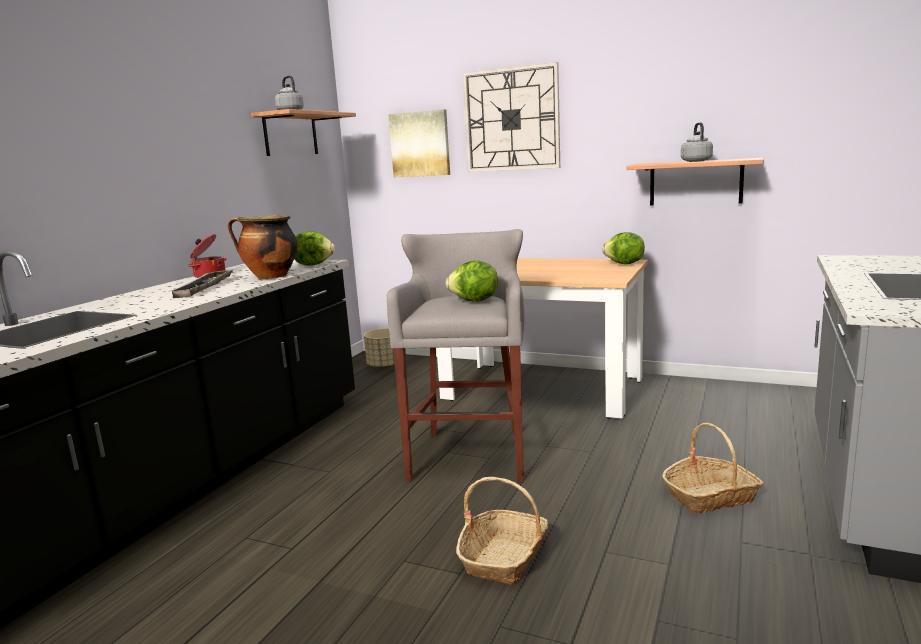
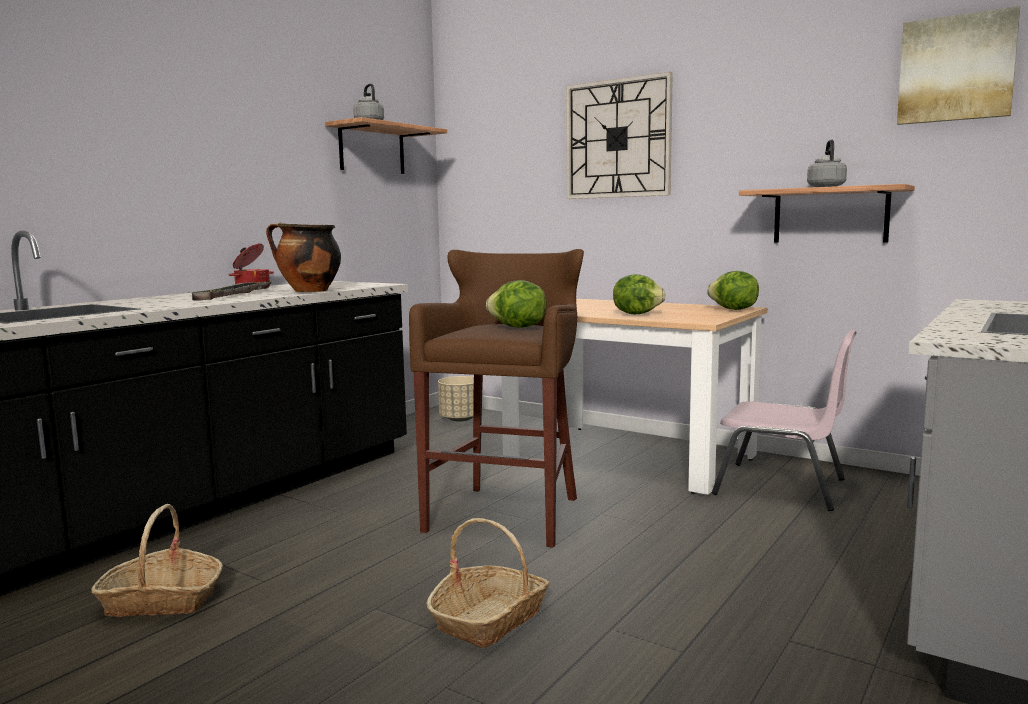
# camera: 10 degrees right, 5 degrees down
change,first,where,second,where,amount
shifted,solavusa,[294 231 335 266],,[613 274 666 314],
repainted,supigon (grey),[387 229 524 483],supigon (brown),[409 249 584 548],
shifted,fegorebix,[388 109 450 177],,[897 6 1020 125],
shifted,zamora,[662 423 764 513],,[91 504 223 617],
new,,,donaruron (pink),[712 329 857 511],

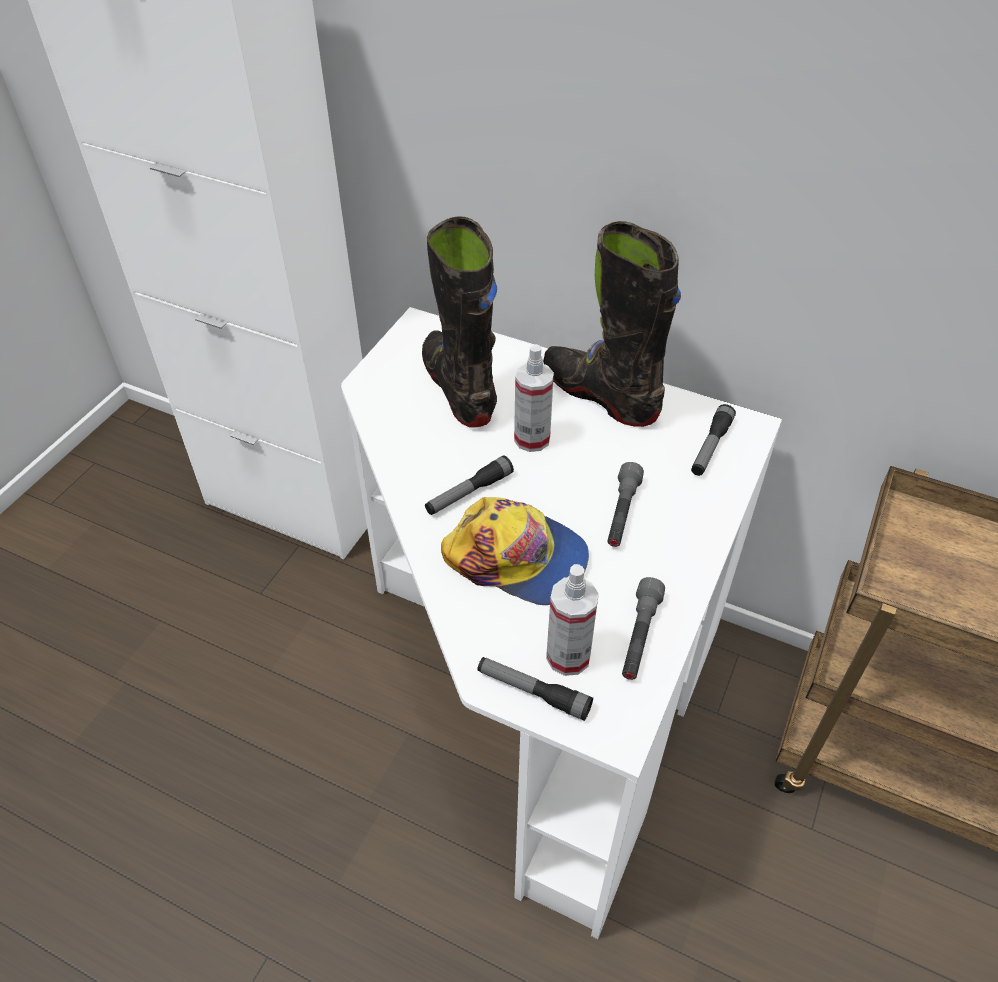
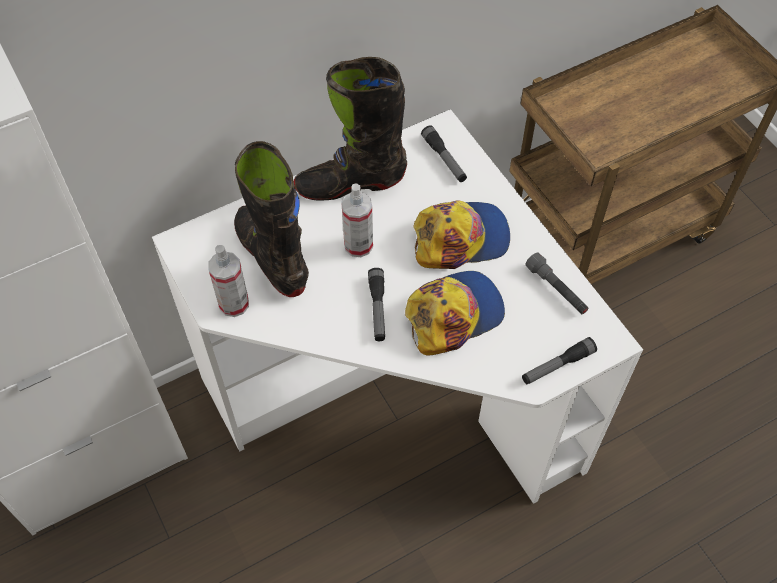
# camera: 55 degrees left, 10 degrees up
change,first,where,second,where,amount
rotated,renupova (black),[422 216 497 427],,[234 141 309 297],45 degrees clockwise
shifted,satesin,[546 564 599 676],,[208 245 249 317],
swapped,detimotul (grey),[607 462 644 547],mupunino,[413 201 510 269],

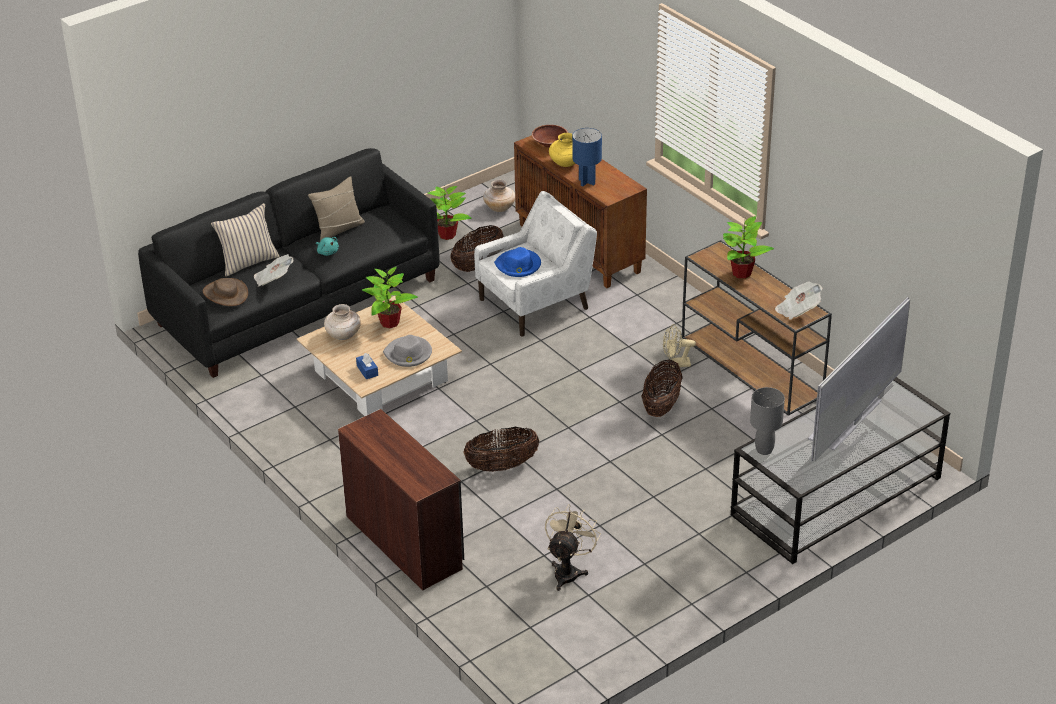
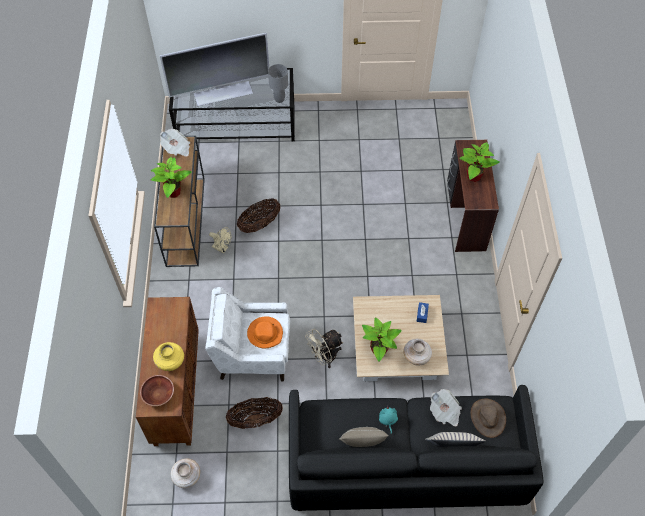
# camera: 145 degrees left, 20 degrees up
change,first,where,second,where,amount
gone,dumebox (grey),[383 335 432 367],,,
shifted,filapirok,[428 186 472 240],,[459 142 500 182],
gone,zamora,[463 427 540 472],,,
repainted,dumebox (blue),[494 247 541 277],dumebox (orange),[247 316 283 348],
shifted,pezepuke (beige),[545 504 601 591],,[305 329 343 368],
gone,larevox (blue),[572 128 602 186],,,

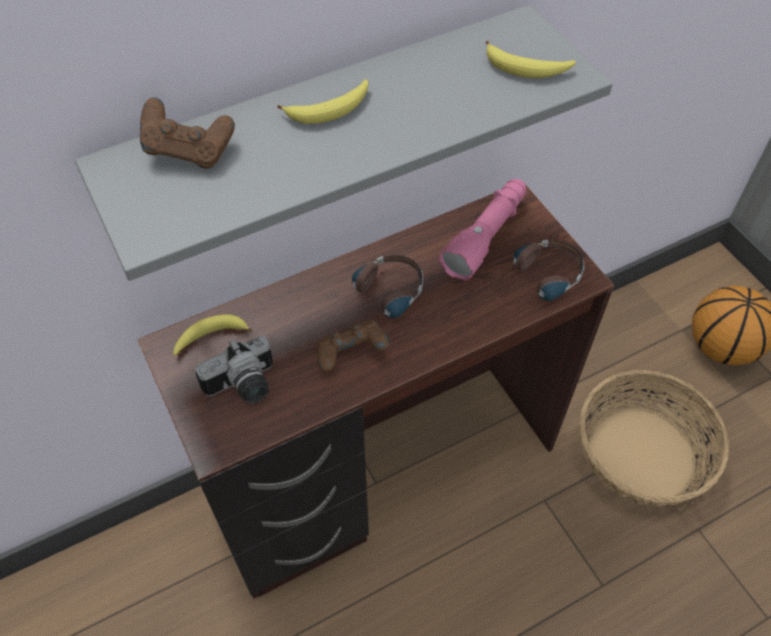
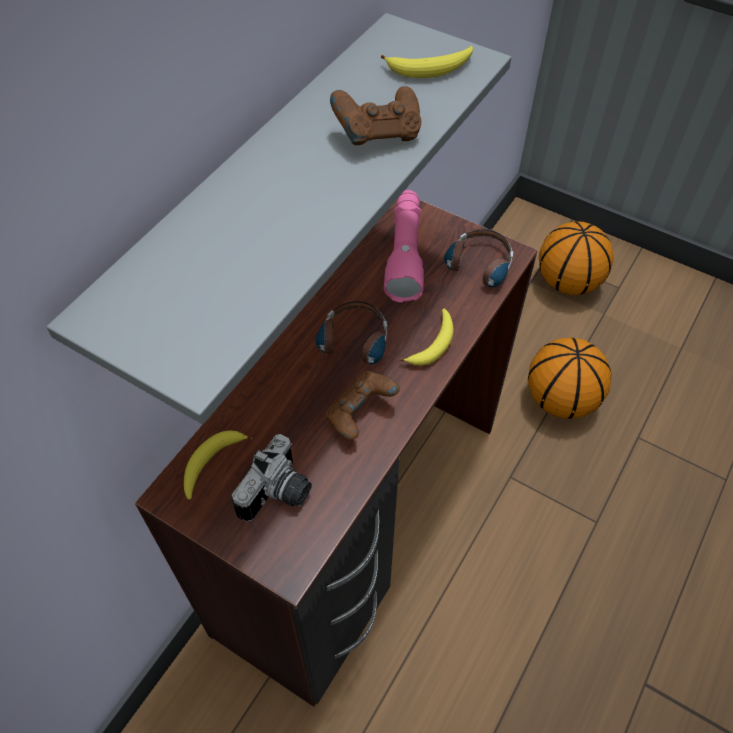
# camera: 30 degrees left, 0 degrees up
change,first,where,second,where,amount
shifted,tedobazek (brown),[140 97 235 168],,[330 86 421 145],
shifted,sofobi,[277 79 368 124],,[400 309 454 366],
swapped,zamora,[580 370 729 506],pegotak,[528 337 612 419],

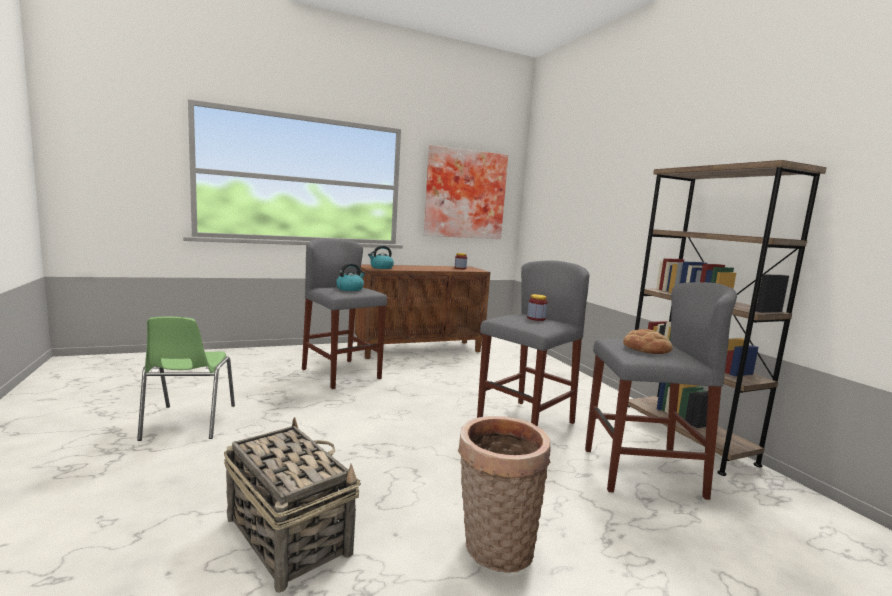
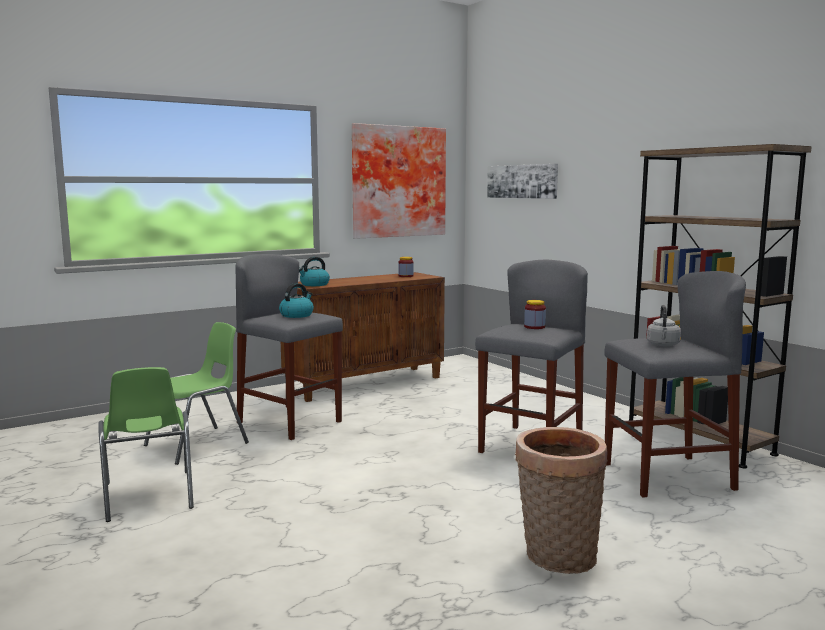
# camera: 10 degrees left, 0 degrees up
change,first,where,second,where,amount
gone,zamora,[224 417 361 593],,,
swapped,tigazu,[623 329 673 354],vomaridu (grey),[647 305 681 346],
new,,,donaruron (green),[144 322 249 465],
new,,,fegorebix,[487 164 558 199],

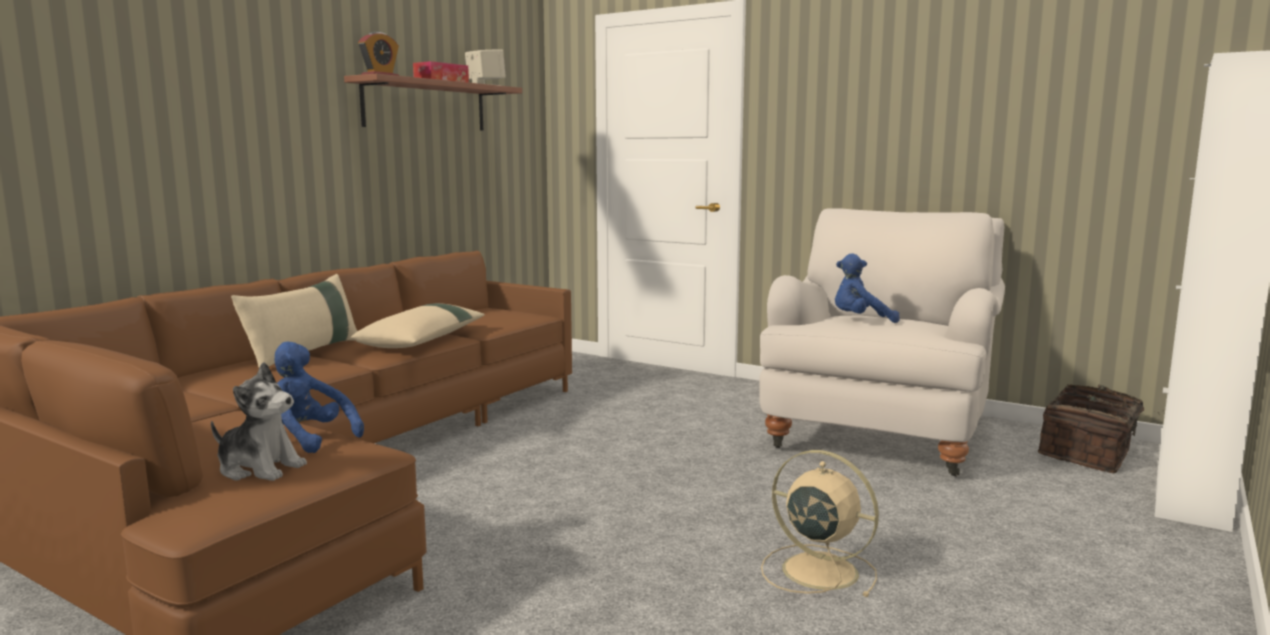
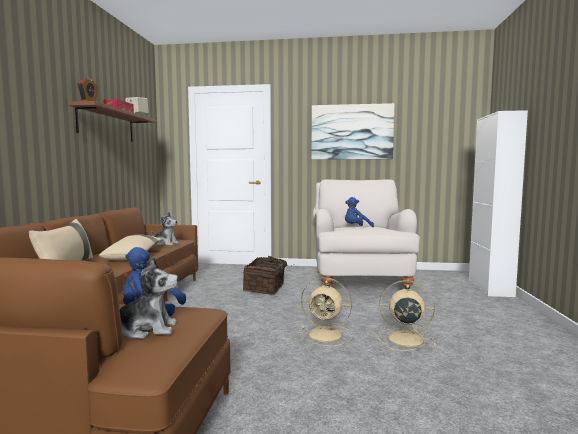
# camera: 25 degrees left, 5 degrees down
change,first,where,second,where,amount
shifted,zamora,[1038 384 1164 473],,[243 256 292 295],
new,,,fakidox,[151 212 180 246],
new,,,pezepuke (beige),[300 277 352 346],
new,,,fegorebix,[311 103 394 160],

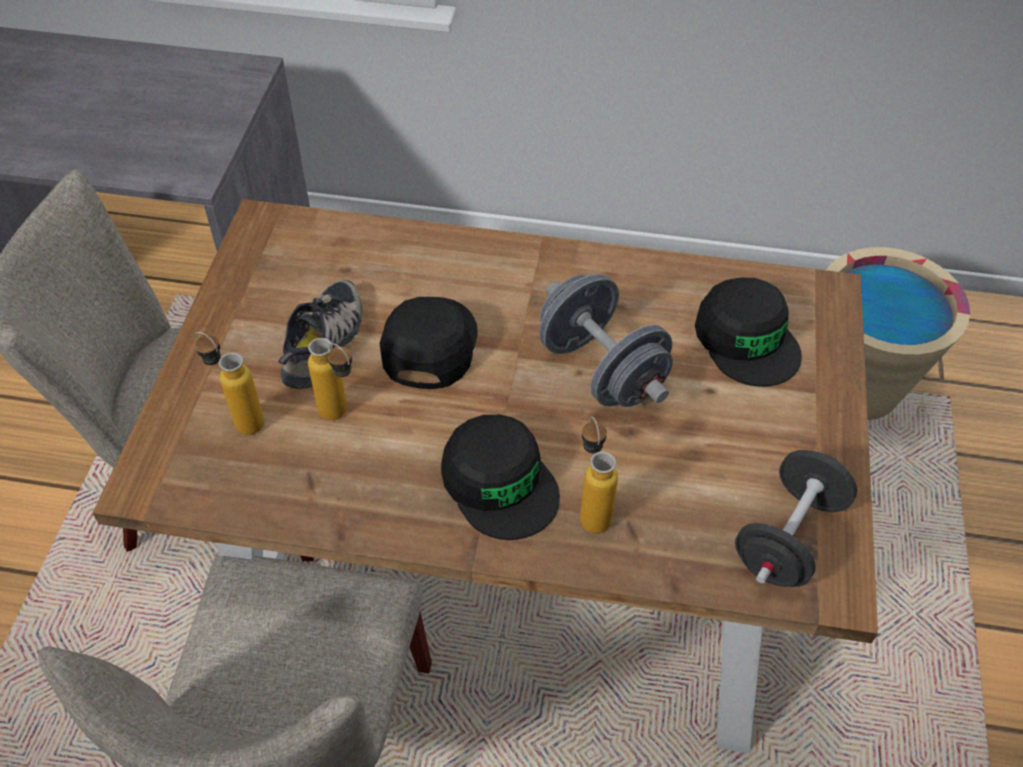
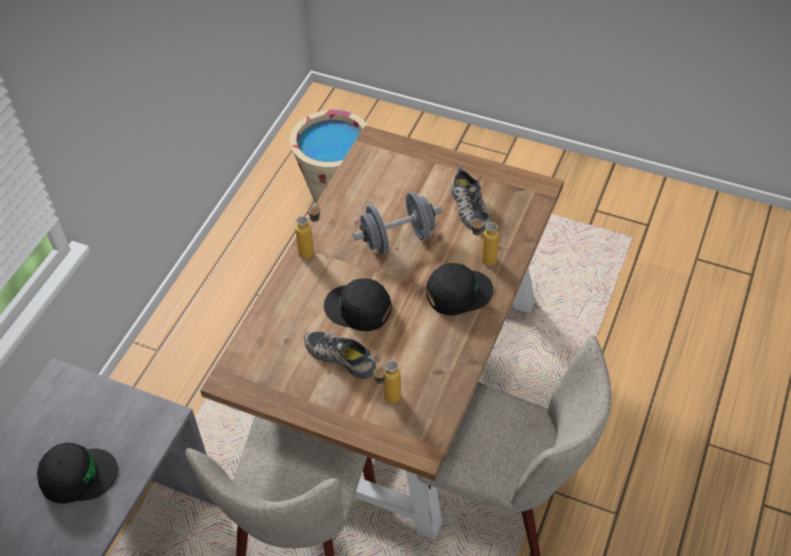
# camera: 75 degrees left, 0 degrees up
change,first,where,second,where,amount
shifted,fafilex,[308 338 352 420],,[295 205 320 259],
shifted,mupunino (black),[695 278 802 387],,[37 443 118 504],
gone,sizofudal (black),[735 450 857 587],,,
new,,,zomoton,[451 164 491 231],

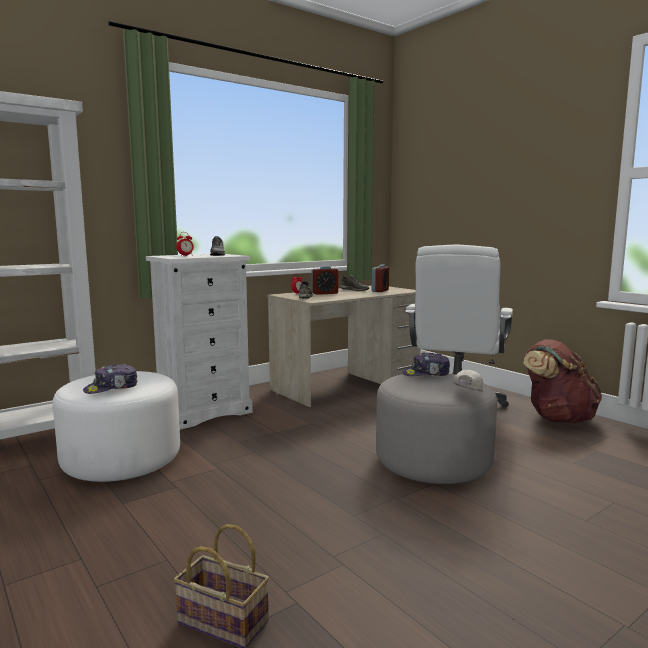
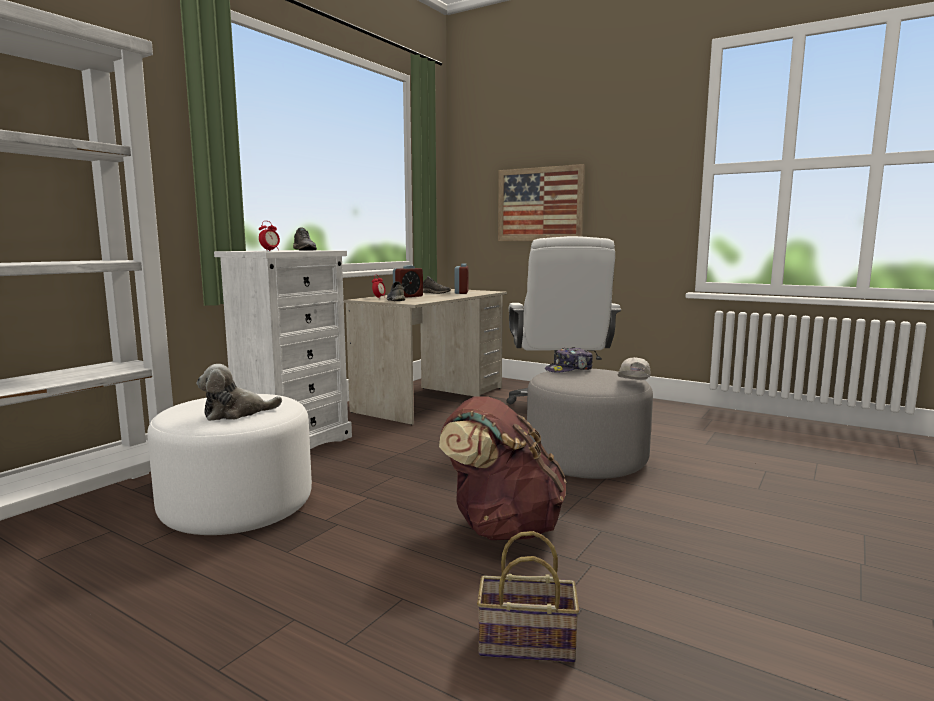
# camera: 20 degrees left, 0 degrees up
change,first,where,second,where,amount
swapped,mupunino,[83 364 138 394],fakidox,[197 364 282 421],
shifted,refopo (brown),[523 339 602 423],,[439 396 567 540],
new,,,fegorebix,[498 164 585 241],

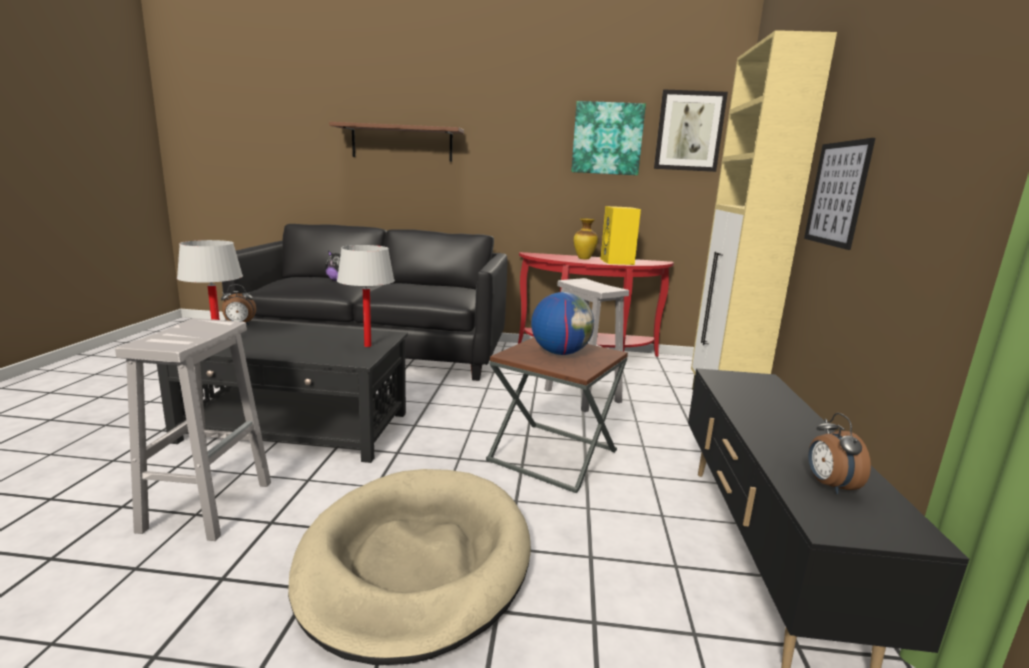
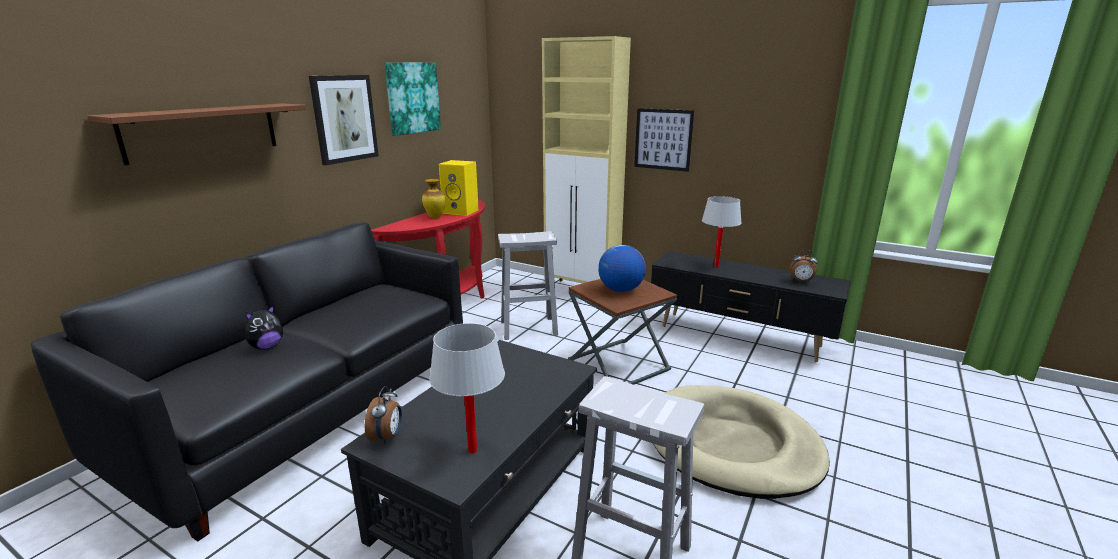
# camera: 65 degrees left, 5 degrees up
change,first,where,second,where,amount
shifted,larevox (white),[337 245 395 347],,[702 196 742 267],
shifted,fegorebix,[654 89 728 172],,[309 75 379 165],

